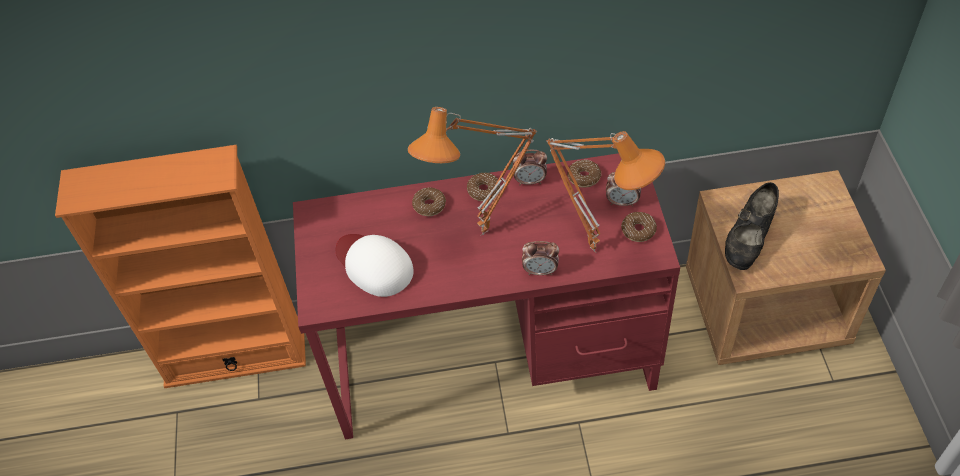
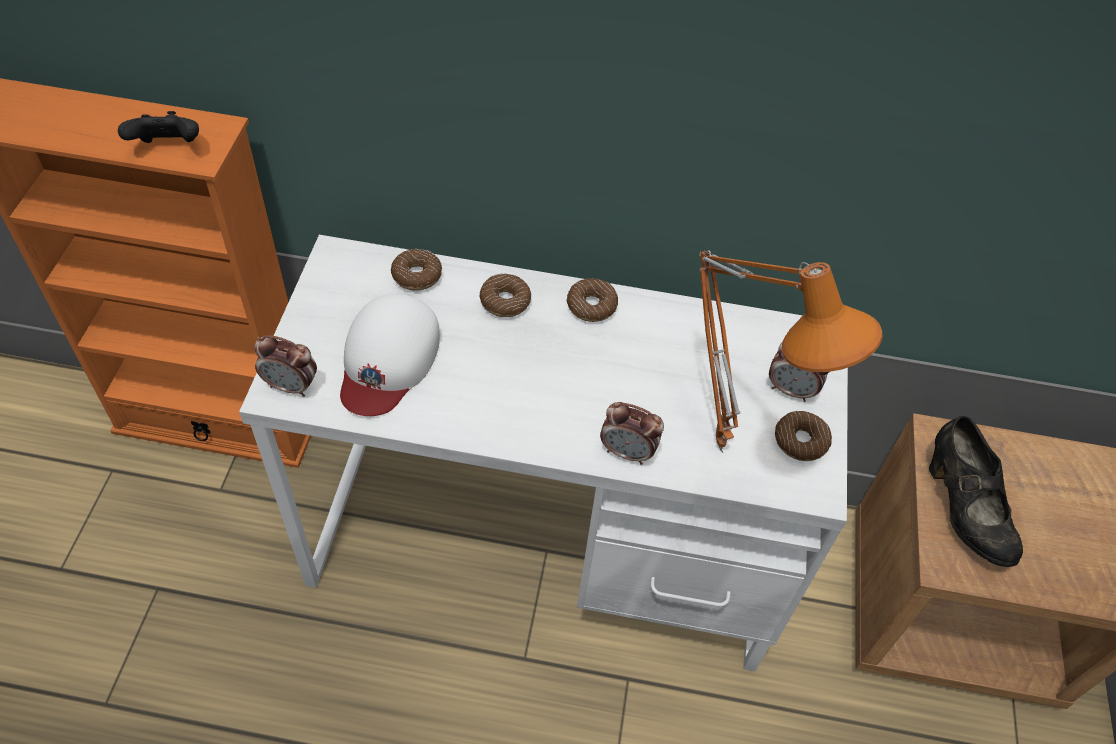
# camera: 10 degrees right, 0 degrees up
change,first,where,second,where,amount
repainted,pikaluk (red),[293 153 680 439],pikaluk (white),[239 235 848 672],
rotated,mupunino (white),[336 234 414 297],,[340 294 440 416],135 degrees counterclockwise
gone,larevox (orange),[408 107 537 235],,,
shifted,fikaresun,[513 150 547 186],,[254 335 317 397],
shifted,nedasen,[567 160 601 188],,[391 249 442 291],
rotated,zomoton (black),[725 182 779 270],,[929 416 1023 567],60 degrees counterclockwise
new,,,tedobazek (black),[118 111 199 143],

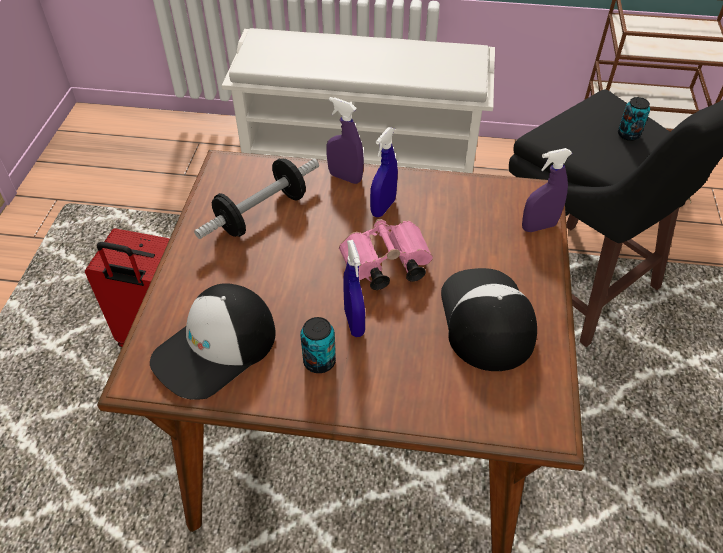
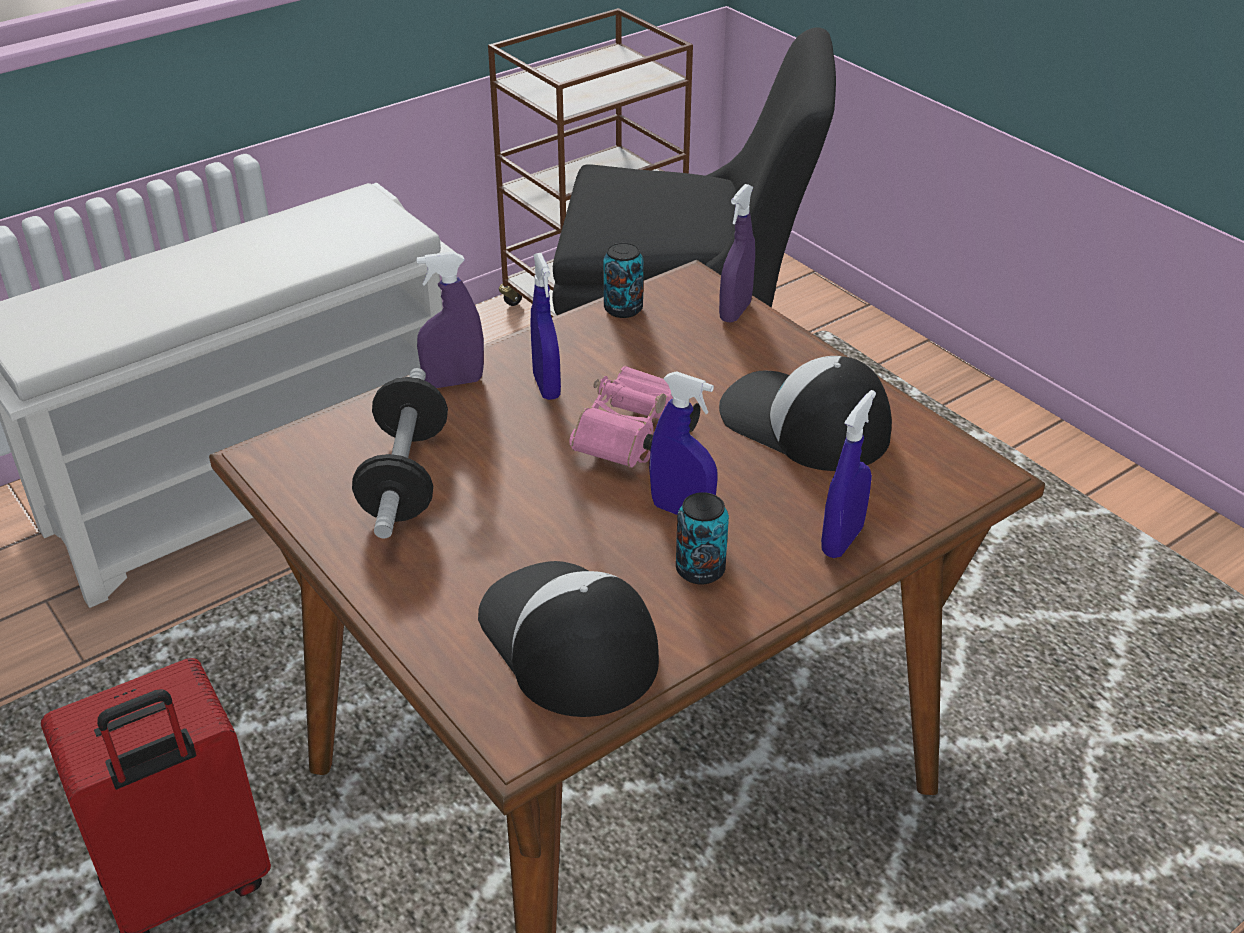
# camera: 45 degrees left, 10 degrees down
change,first,where,second,where,amount
rotated,mupunino,[150 283 276 400],,[478 561 659 717],150 degrees clockwise
shifted,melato,[618 97 650 141],,[603 243 644 318],
new,,,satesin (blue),[821 390 876 558],

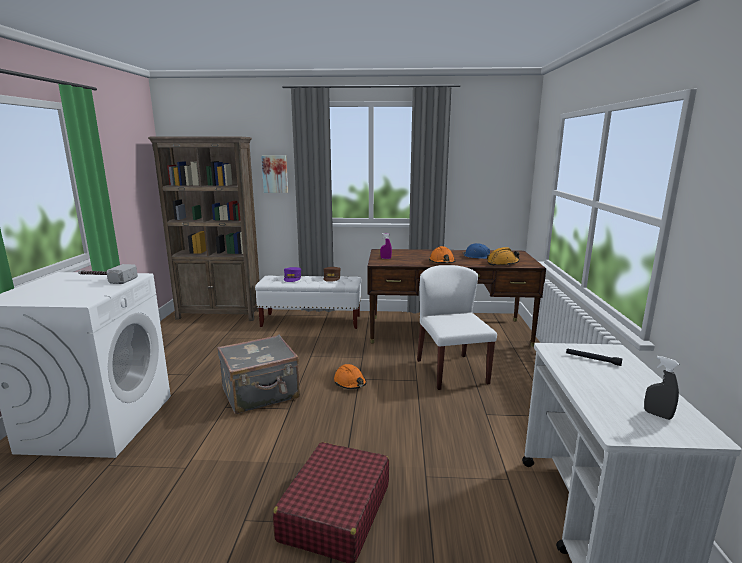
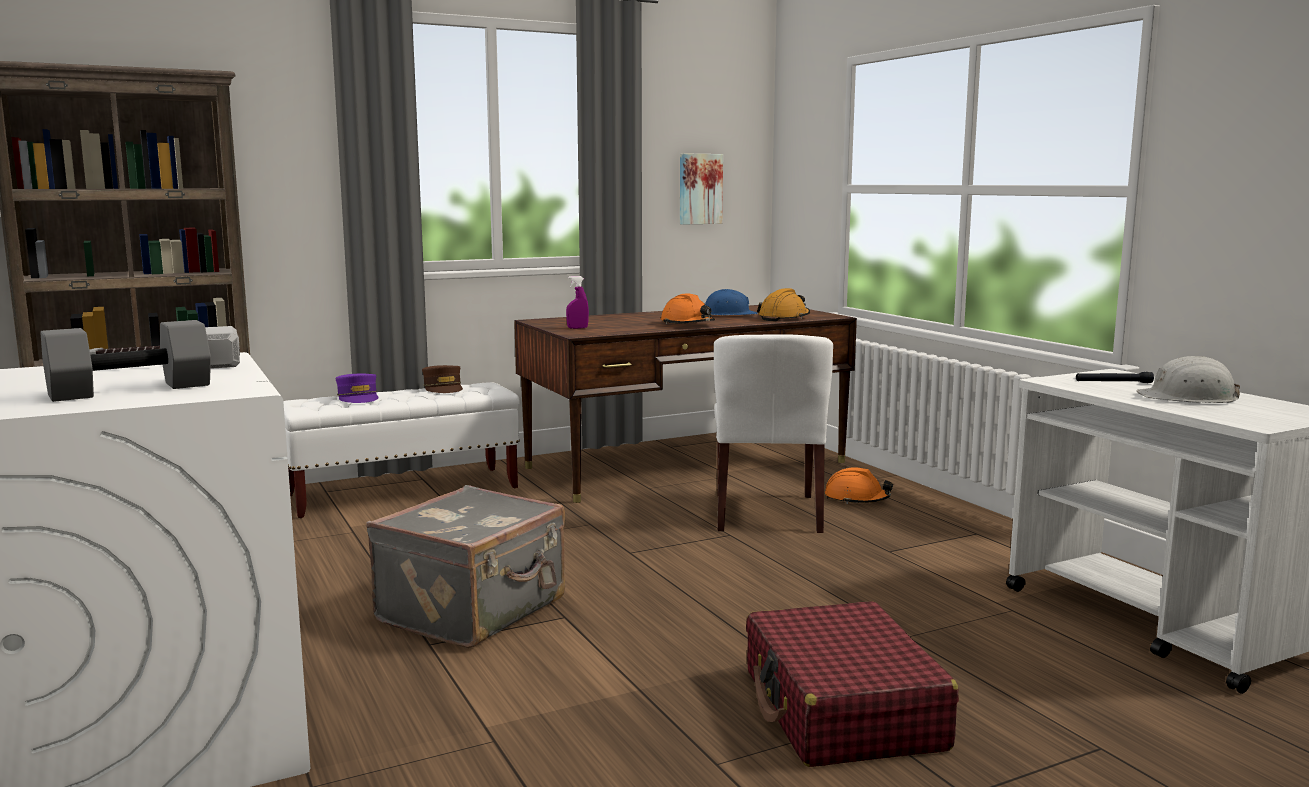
# camera: 30 degrees left, 5 degrees down
change,first,where,second,where,amount
shifted,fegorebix,[261 156 288 193],,[680 153 723 225],
shifted,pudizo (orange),[334 364 367 389],,[825 467 893 504],
rotated,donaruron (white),[417 265 497 390],,[714 334 833 533],135 degrees counterclockwise
gone,satesin (grey),[644 356 679 420],,,
new,,,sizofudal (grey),[40 320 211 402],
new,,,pudizo (white),[1136 356 1240 403],

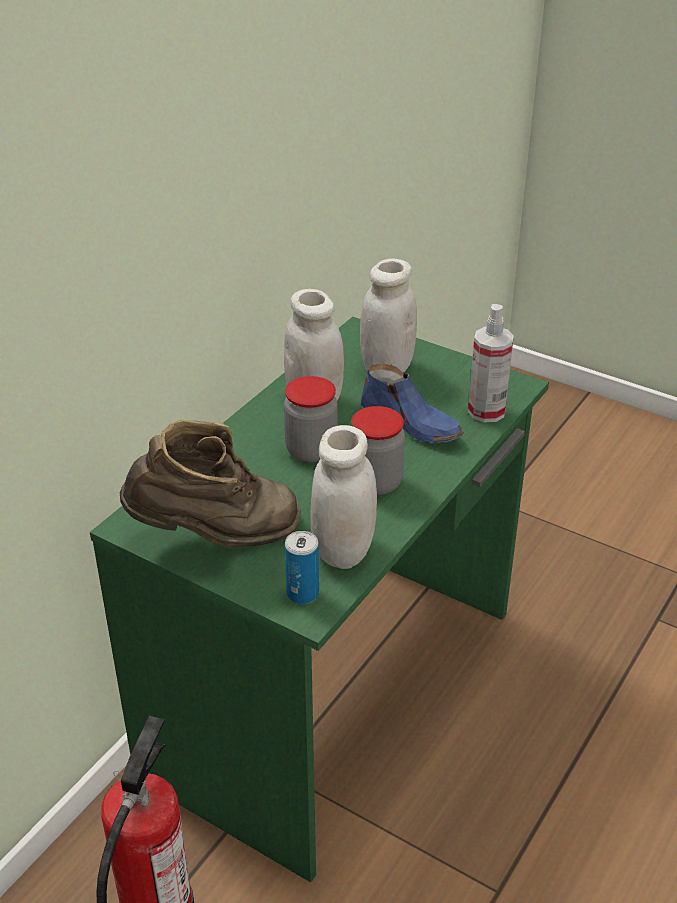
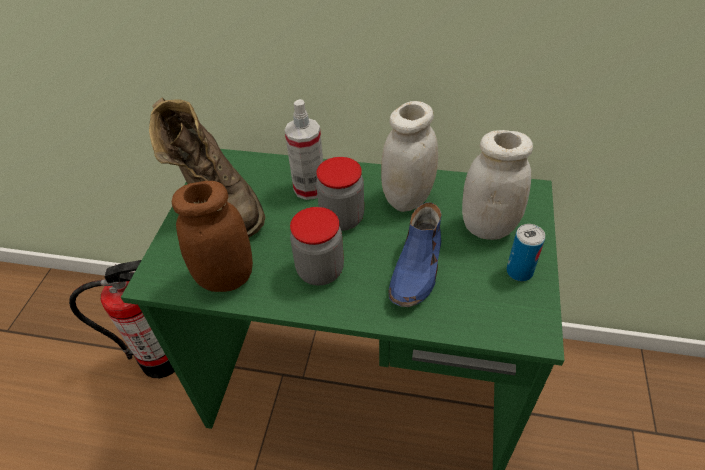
# camera: 70 degrees right, 10 degrees up
change,first,where,second,where,amount
shifted,melato,[285 531 319 604],,[506 224 545 281],
repainted,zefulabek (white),[311 425 377 569],zefulabek (brown),[172 181 253 292],
shifted,satesin,[468 304 514 422],,[284 99 323 200],

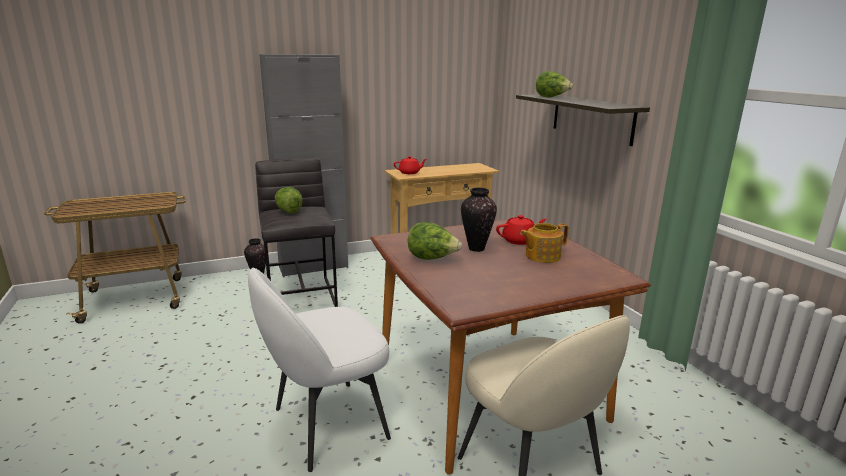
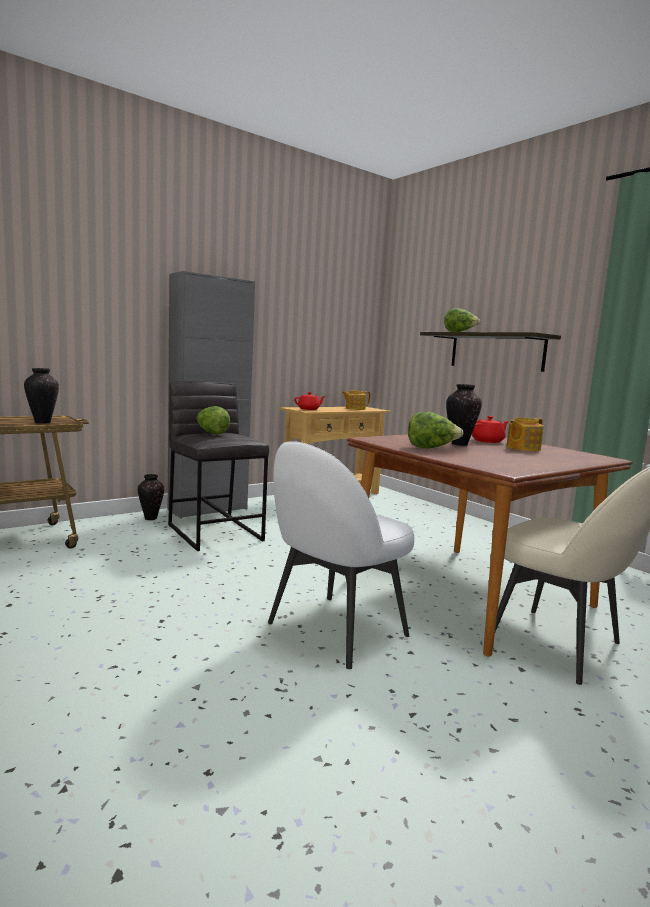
# camera: 15 degrees left, 10 degrees down
change,first,where,second,where,amount
new,,,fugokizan,[24 368 59 424],
new,,,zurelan,[342 391 371 410],

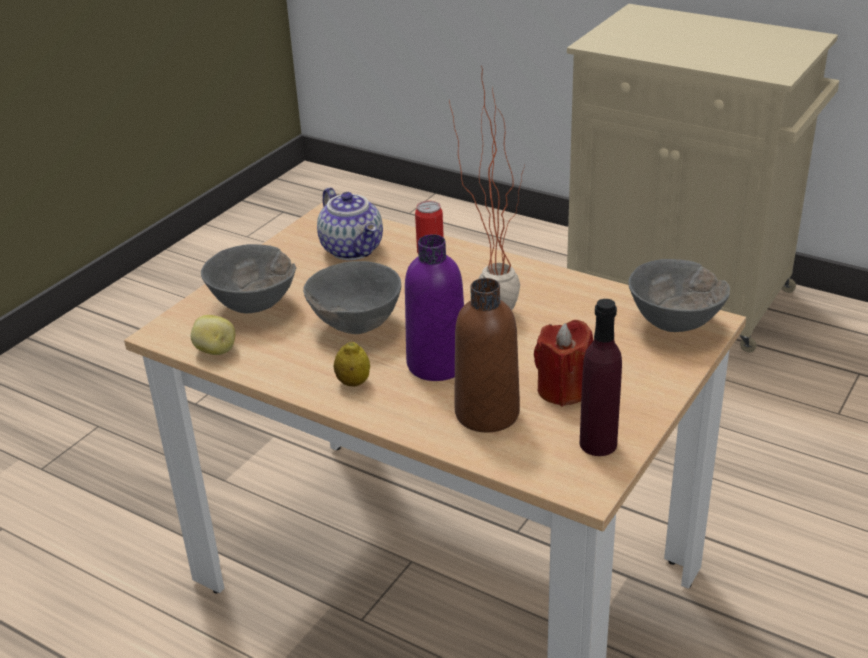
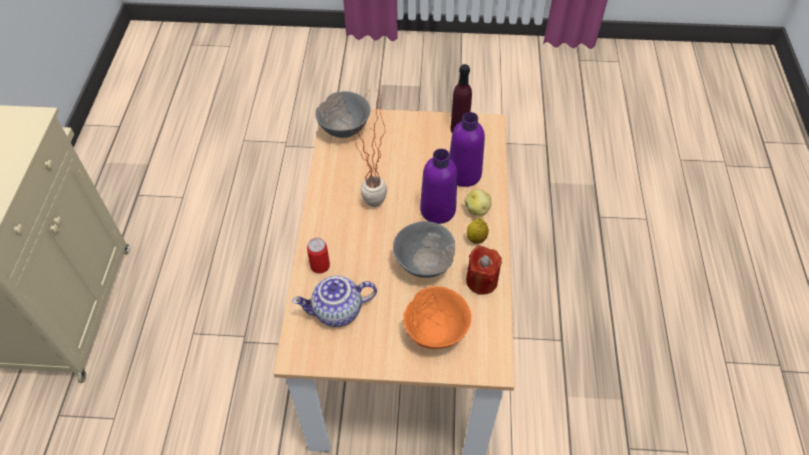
# camera: 120 degrees left, 20 degrees up
change,first,where,second,where,amount
shifted,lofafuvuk,[191 315 236 355],,[465 189 491 216],
repainted,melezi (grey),[201 244 296 313],melezi (orange),[403 286 471 349],
rotated,zurelan,[317 187 383 260],,[292 276 377 327],135 degrees counterclockwise
repainted,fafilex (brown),[454 278 520 432],fafilex (purple),[450 112 485 187],
shifted,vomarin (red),[534 320 593 407],,[466 246 502 295],

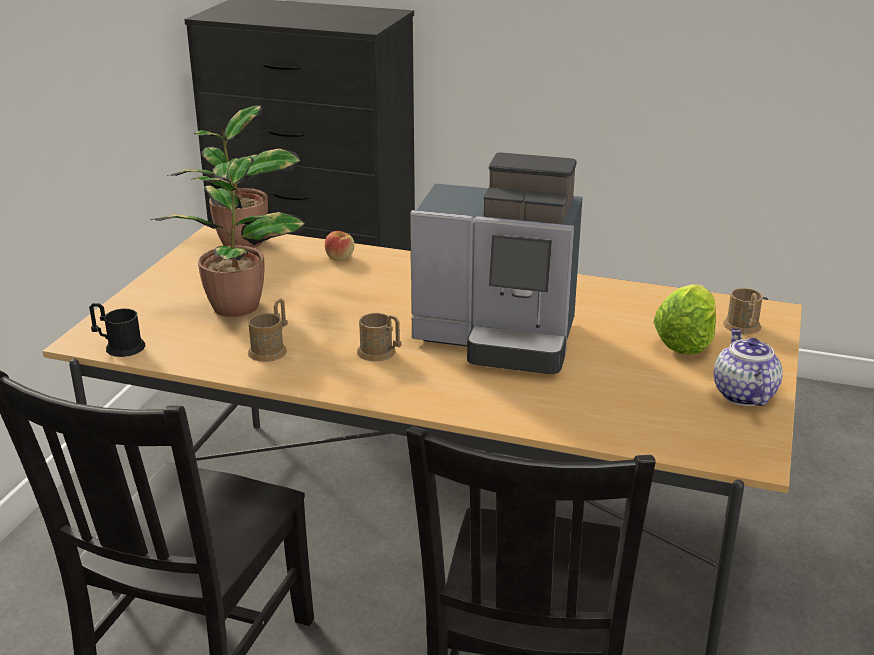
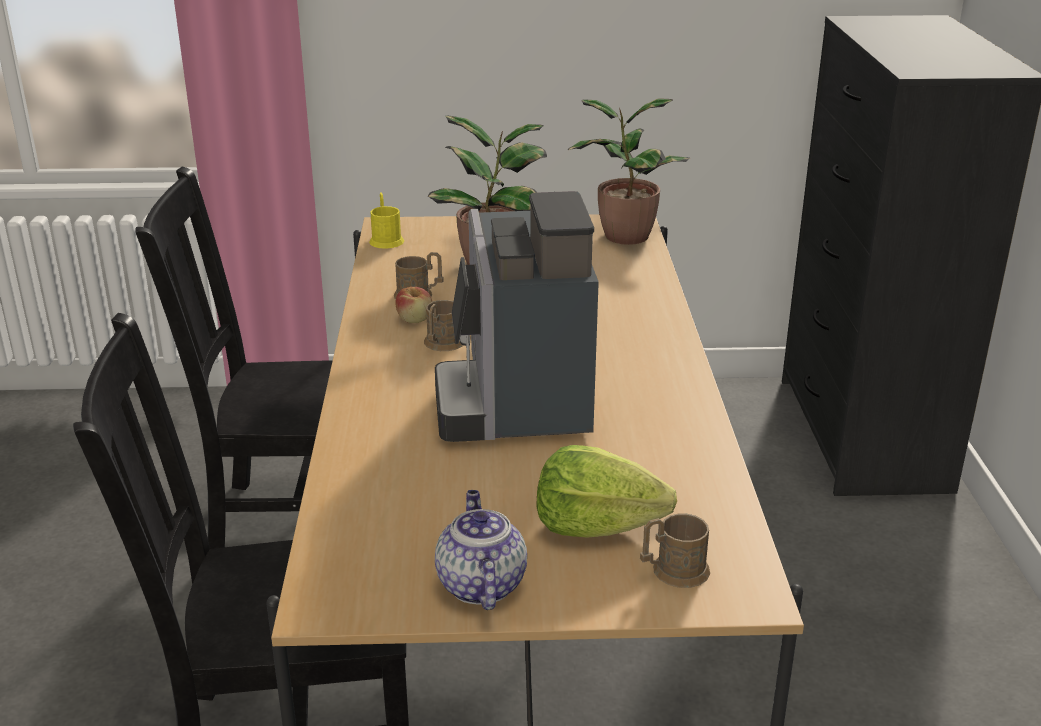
# camera: 70 degrees right, 0 degrees up
change,first,where,second,where,amount
repainted,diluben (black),[89 303 145 357],diluben (yellow),[369 192 404 249],
shifted,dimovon,[325 231 355 261],,[395 287 432 323],
rotated,zurelan,[714 328 783 406],,[435 490 527 610],75 degrees counterclockwise

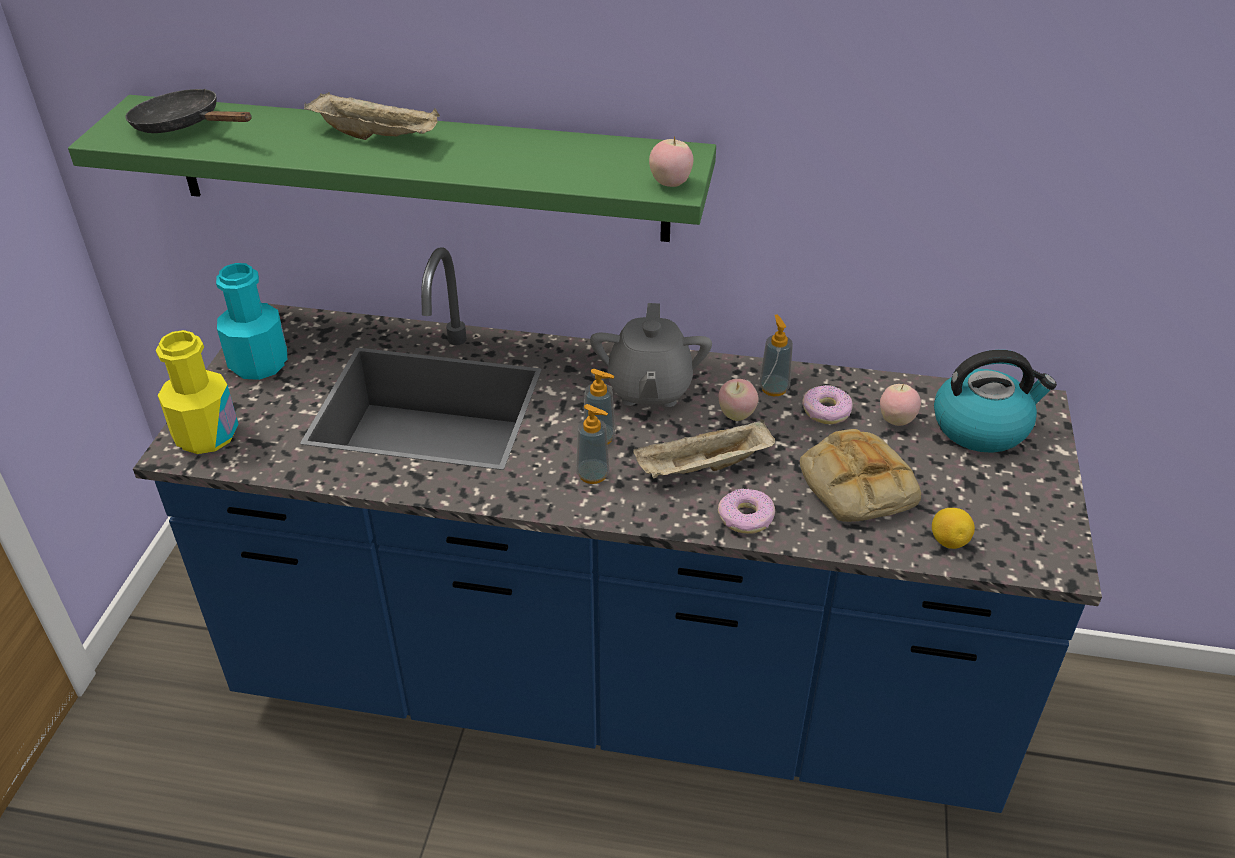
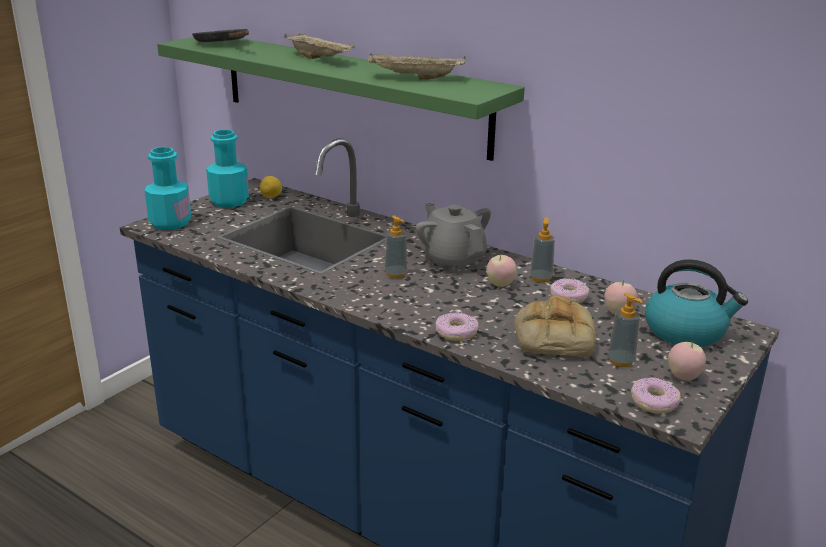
# camera: 25 degrees right, 15 degrees down
change,first,where,second,where,amount
repainted,fafilex (yellow),[156 330 238 454],fafilex (turquoise),[145 147 191 230],
shifted,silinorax,[576 404 610 484],,[607 293 642 367],
rotated,zurelan (grey),[590 303 712 407],,[415 202 491 272],120 degrees clockwise
shifted,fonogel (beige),[633 419 775 478],,[368 54 466 80],
shifted,dimovon,[649 136 693 187],,[668 341 706 381],
shifted,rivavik,[932 508 975 549],,[260 176 282 198],
new,,,nedasen,[631 377 681 414],

